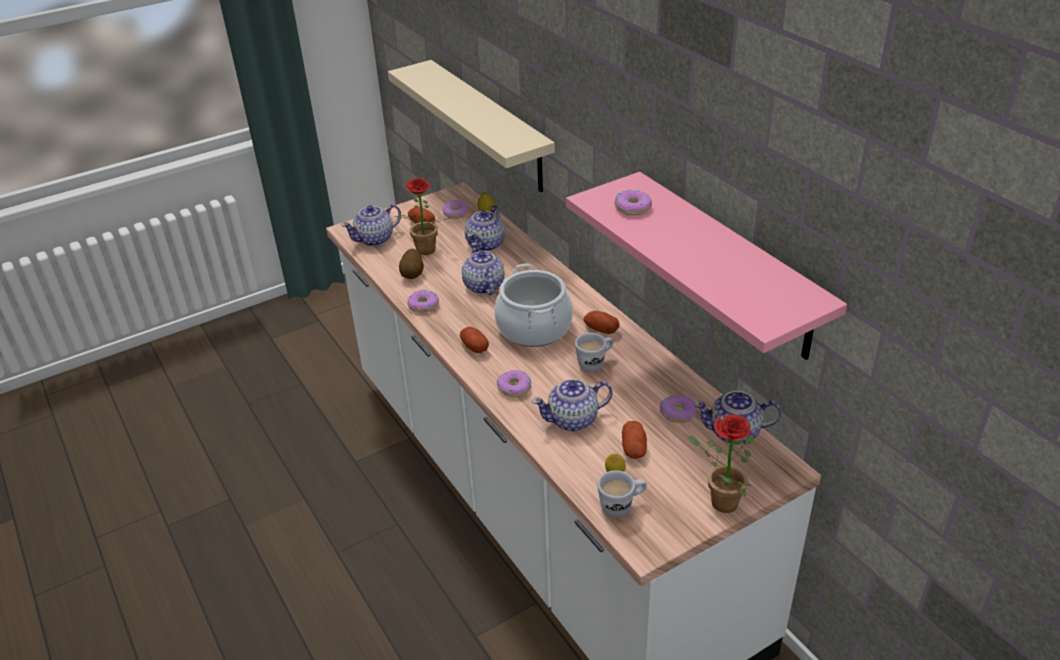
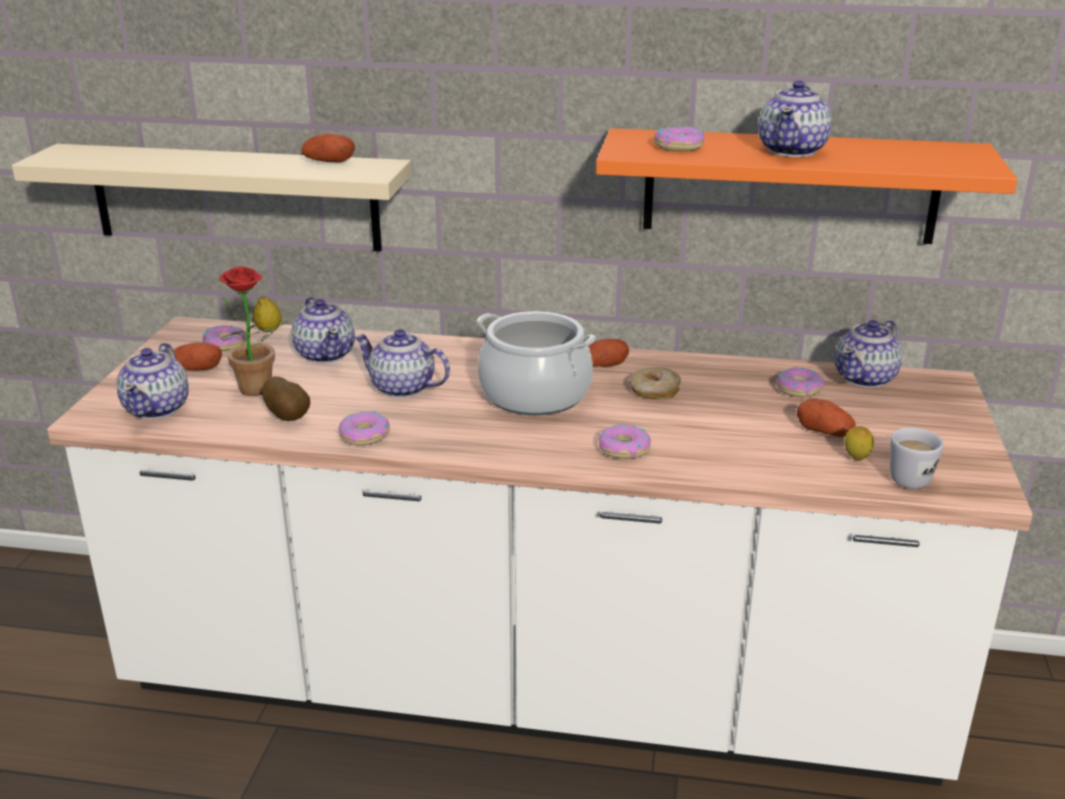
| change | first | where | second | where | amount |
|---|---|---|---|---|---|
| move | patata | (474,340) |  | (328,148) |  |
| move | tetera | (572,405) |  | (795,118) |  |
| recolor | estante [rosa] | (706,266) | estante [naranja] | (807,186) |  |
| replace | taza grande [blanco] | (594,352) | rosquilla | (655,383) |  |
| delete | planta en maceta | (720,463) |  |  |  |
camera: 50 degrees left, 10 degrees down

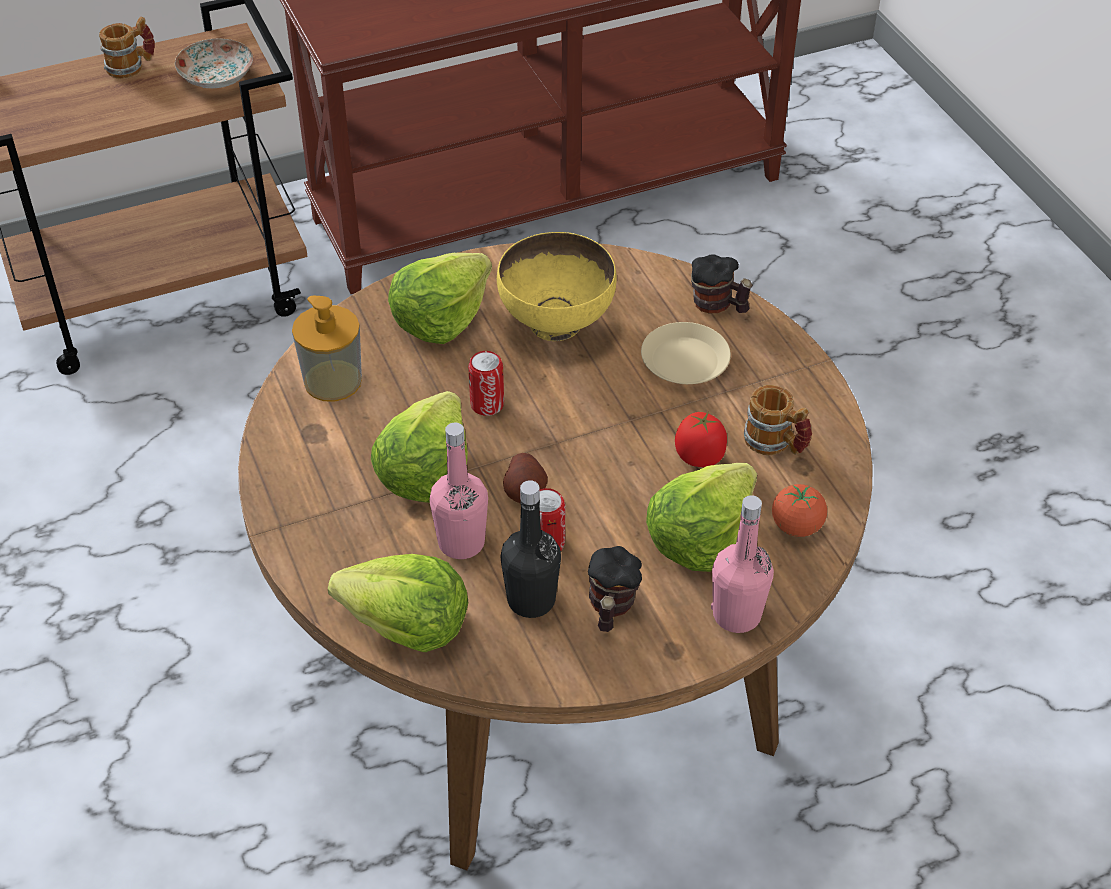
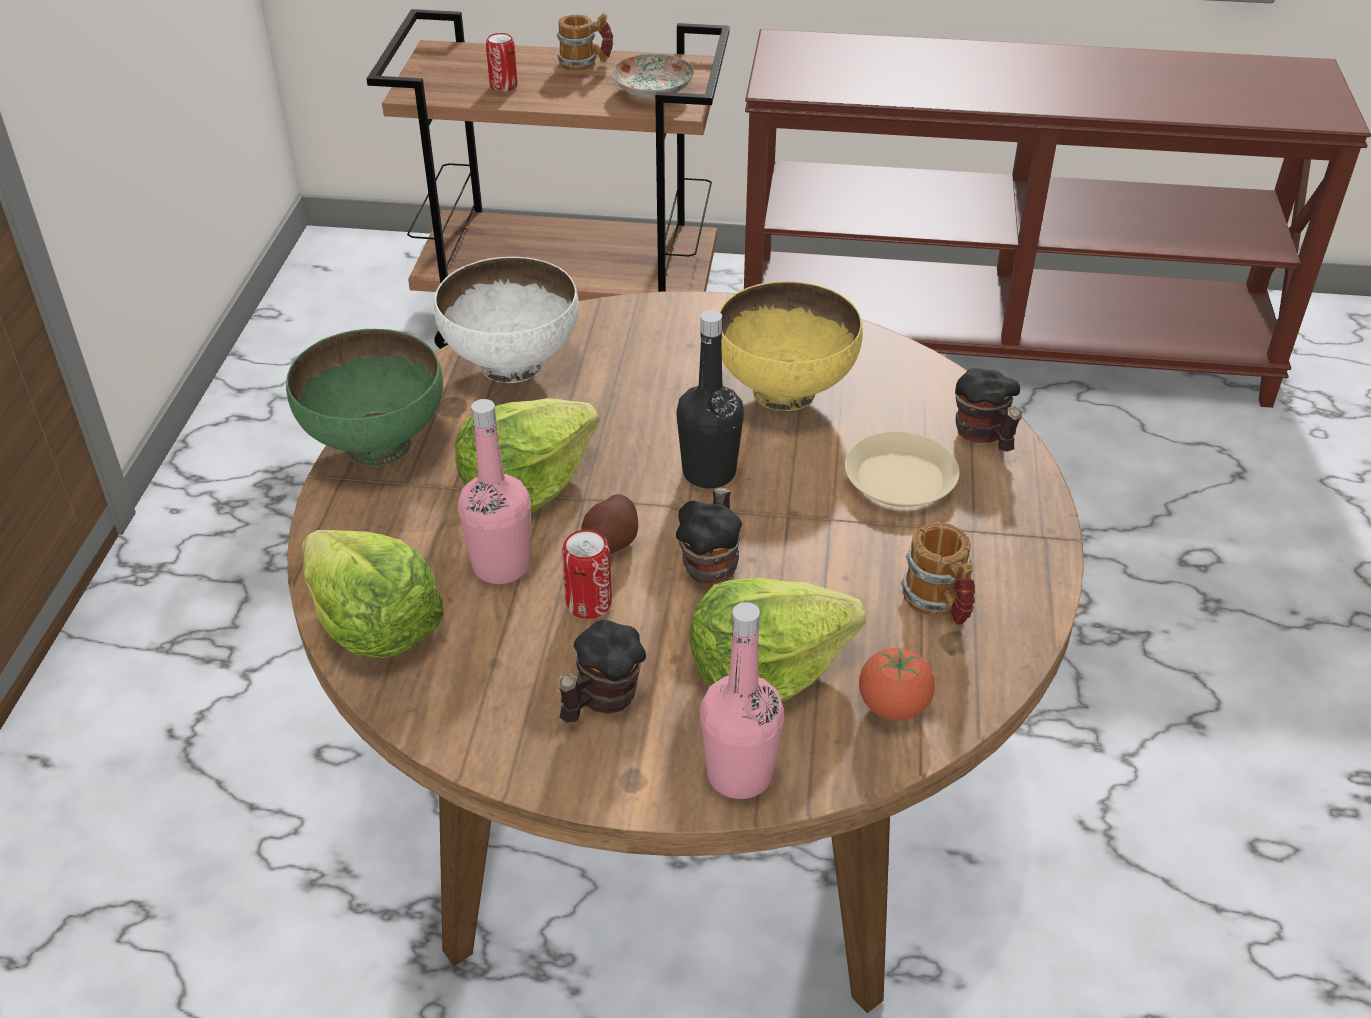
| change | first | where | second | where | amount |
|---|---|---|---|---|---|
| replace | dispensador de jabón | (327,349) | cuenco [blanco] | (506,320) |  |
| delete | lechuga | (440,298) |  |  |  |
| move | lata | (486,383) |  | (502,62) |  |
| move | botella [negro] | (531,549) |  | (710,399) |  |
| delete | tomate | (701,439) |  |  |  |
| insert |  |  | cuenco [verde] | (364,397) |  |
| insert |  |  | taza grande | (709,536) |  |
camera: 30 degrees right, 5 degrees down

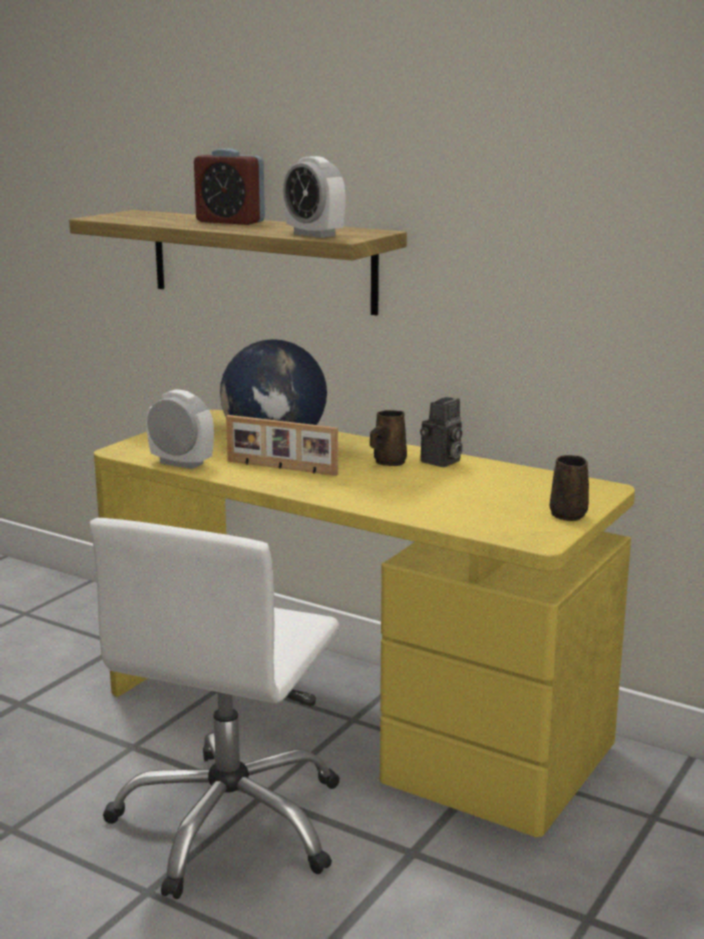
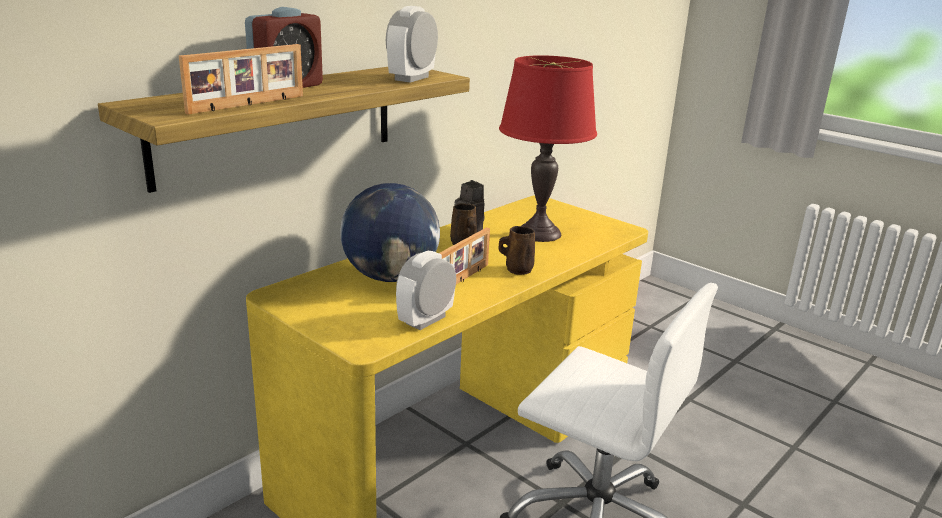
| change | first | where | second | where | amount |
|---|---|---|---|---|---|
| rotate | despertador | (314,197) |  | (412,44) | 150 degrees clockwise |
| move | taza grande [marrón] | (569,488) |  | (517,250) |  |
| insert |  |  | portarretratos | (241,79) |  |
| insert |  |  | lámpara de mesa [rojo] | (548,148) |  |
camera: 80 degrees left, 5 degrees up

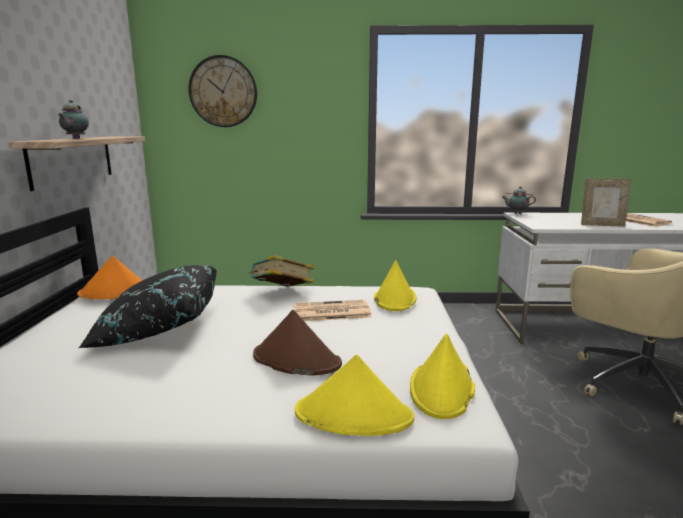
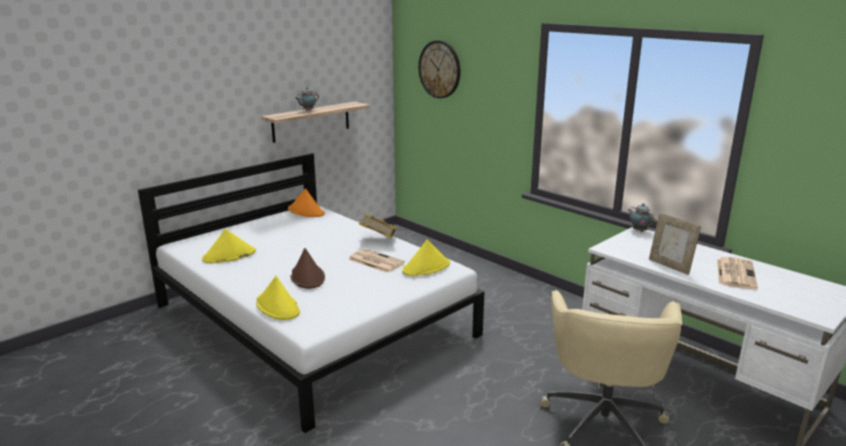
| change | first | where | second | where | amount |
|---|---|---|---|---|---|
| delete | cojín [negro] | (148,306) |  |  |  |
| move | sombrero [amarillo] | (442,376) |  | (229,246) |  |
camera: 45 degrees right, 5 degrees up

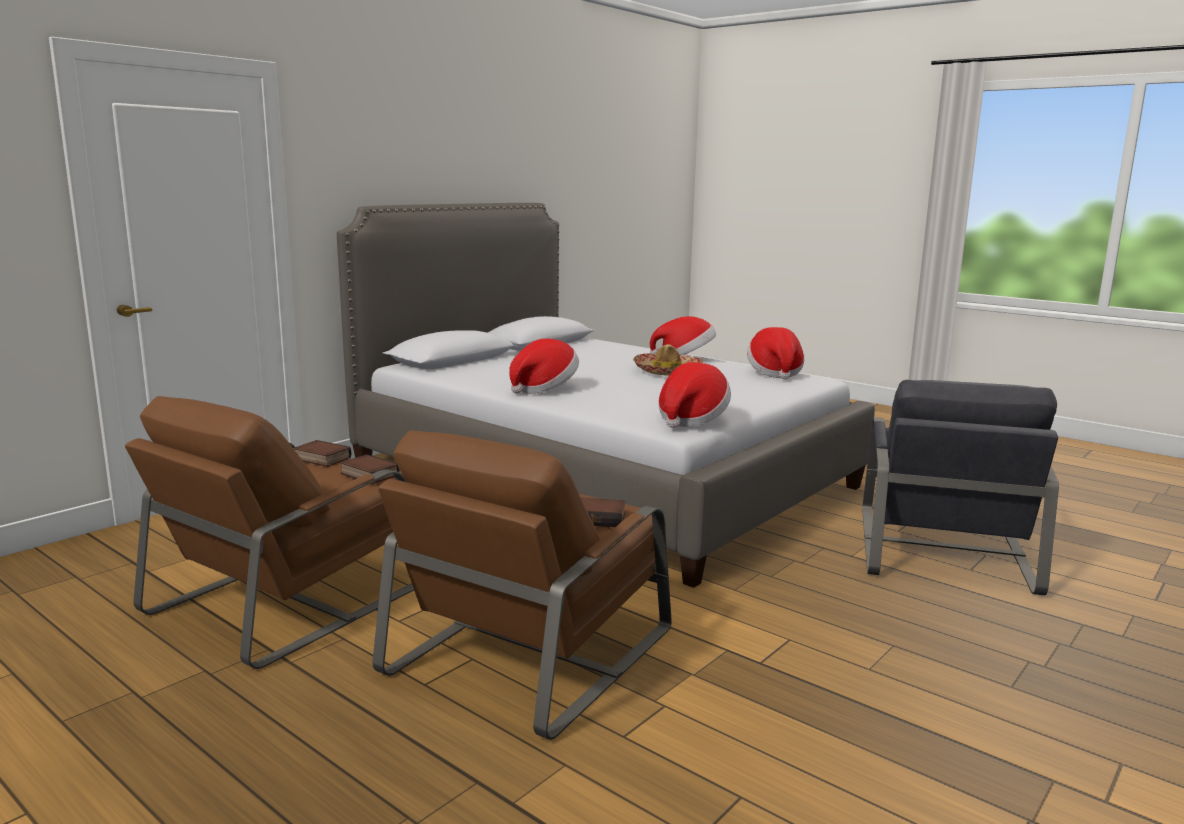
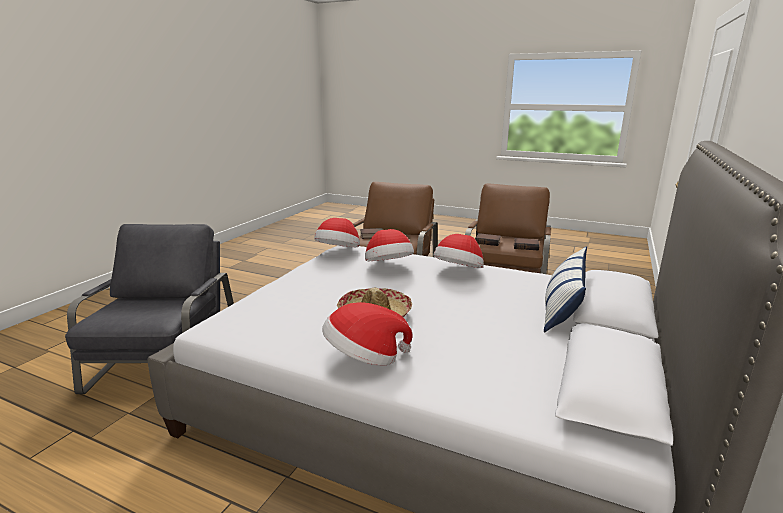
| change | first | where | second | where | amount |
|---|---|---|---|---|---|
| move | sombrero | (775,353) |  | (389,245) |  |
| insert |  |  | cojín | (565,289) |  |
camera: 165 degrees right, 5 degrees up

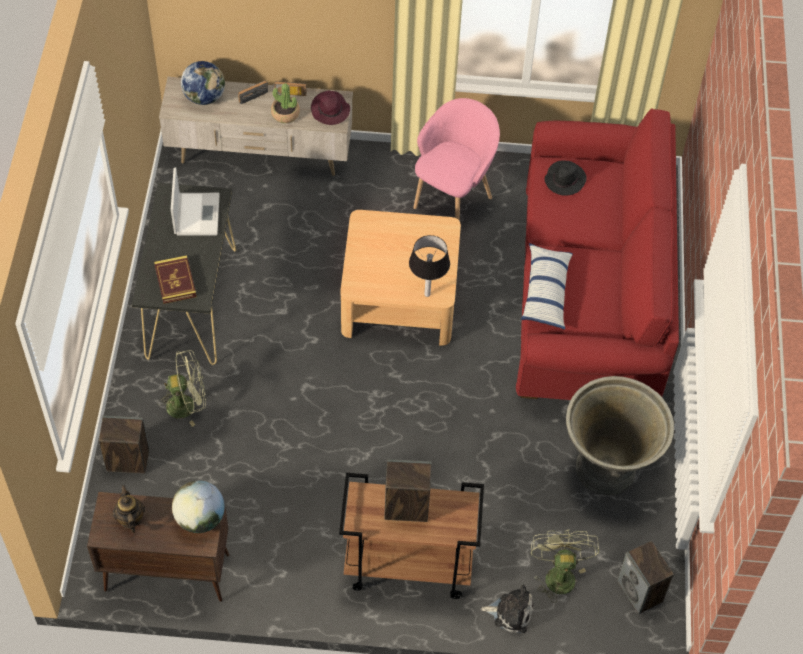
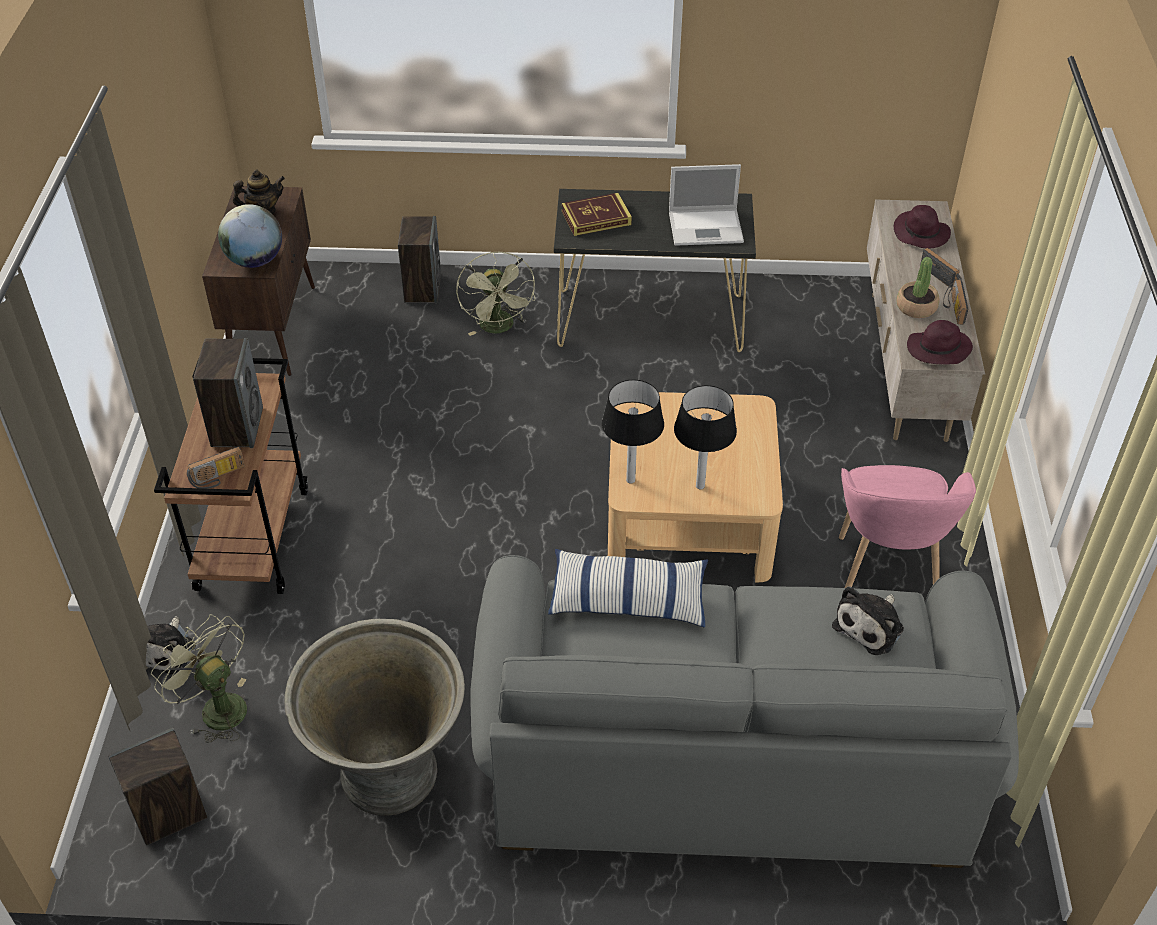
| change | first | where | second | where | amount |
|---|---|---|---|---|---|
| replace | globo terráqueo | (203,83) | sombrero [morado] | (922,226) |  |
| rotate | sillón [rosa] | (456,159) |  | (907,526) | 60 degrees clockwise |
| recolor | sofá [rojo] | (597,254) | sofá [gris] | (744,711) |  |
| rotate | ventilador [verde] | (565,566) |  | (199,678) | 135 degrees counterclockwise |
| replace | sombrero [negro] | (566,178) | peluche | (868,620) |  |
| insert |  |  | radio | (216,468) |  |
| insert |  |  | lámpara de mesa | (705,437) |  |
camera: 90 degrees right, 10 degrees down

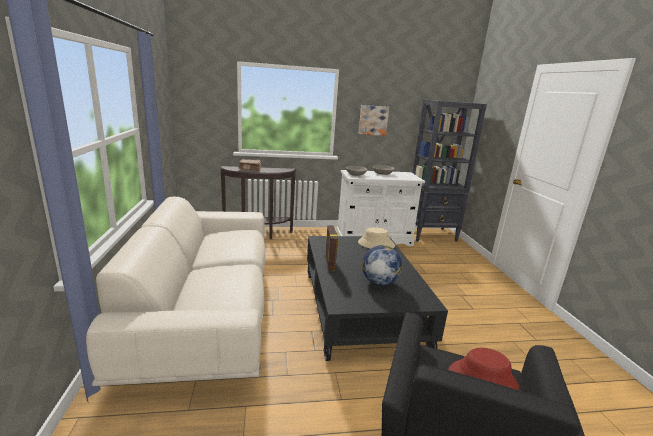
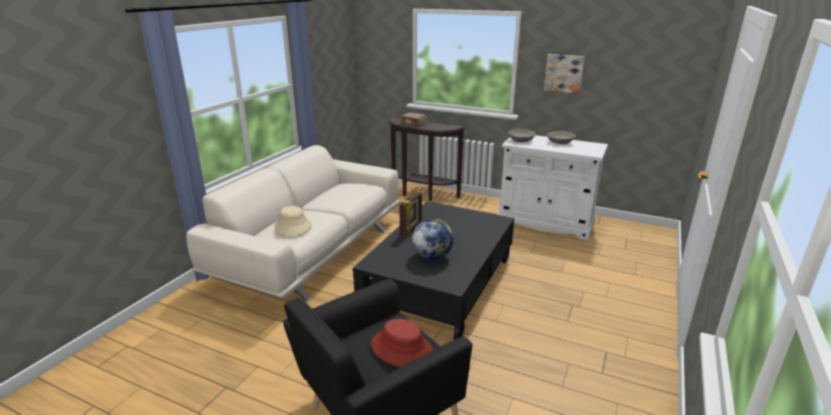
| change | first | where | second | where | amount |
|---|---|---|---|---|---|
| move | sombrero [beis] | (376,238) |  | (293,220) |  |
| delete | estantería [negro] | (449,170) |  |  |  |
camera: 35 degrees right, 5 degrees up

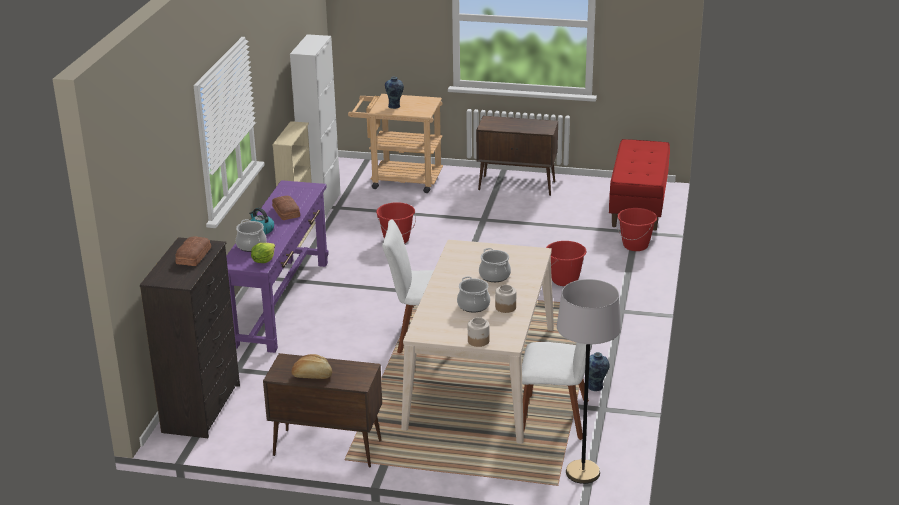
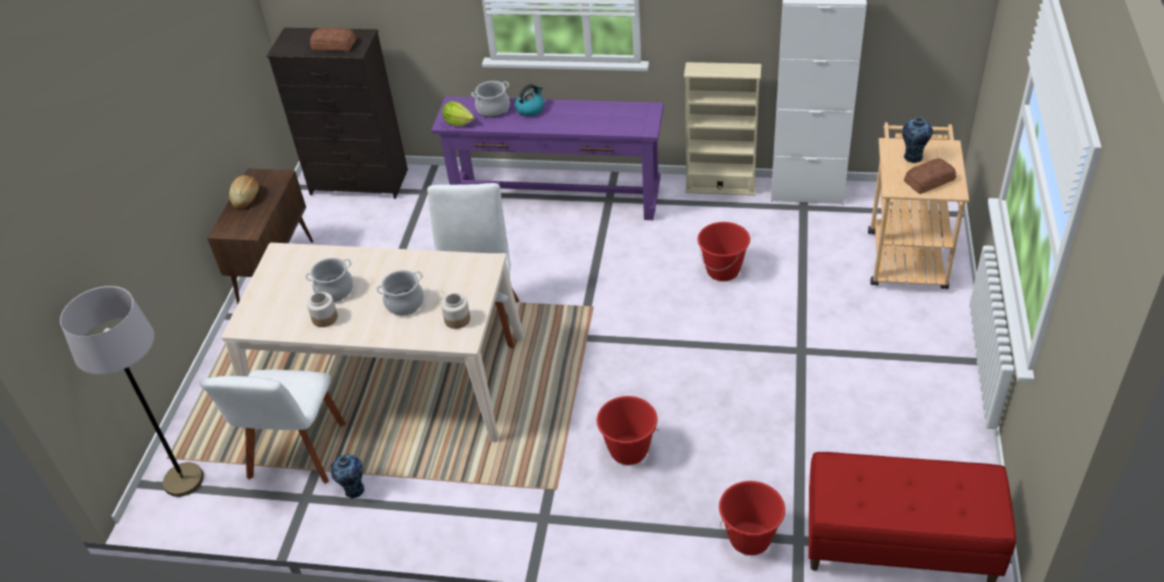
| change | first | where | second | where | amount |
|---|---|---|---|---|---|
| move | pan | (286,208) |  | (930,176) |  |
| move | tarro | (478,332) |  | (455,311) |  |
| delete | armario [marrón] | (517,156) |  |  |  |
camera: 90 degrees right, 15 degrees up

